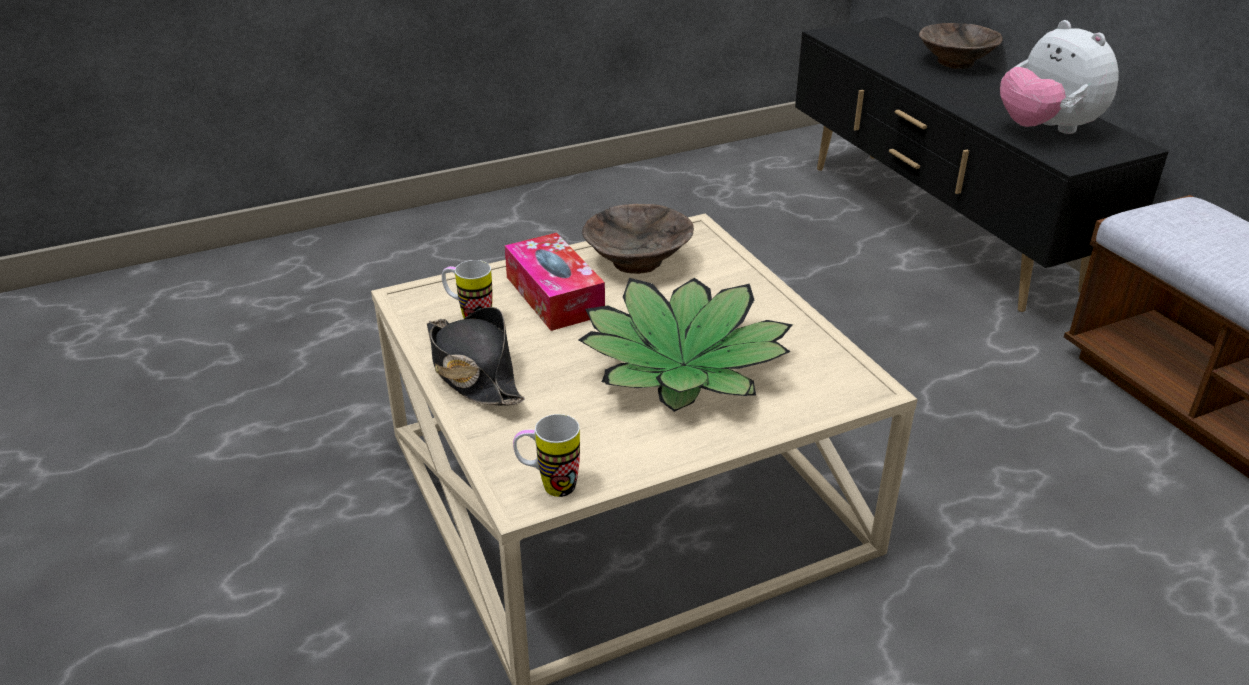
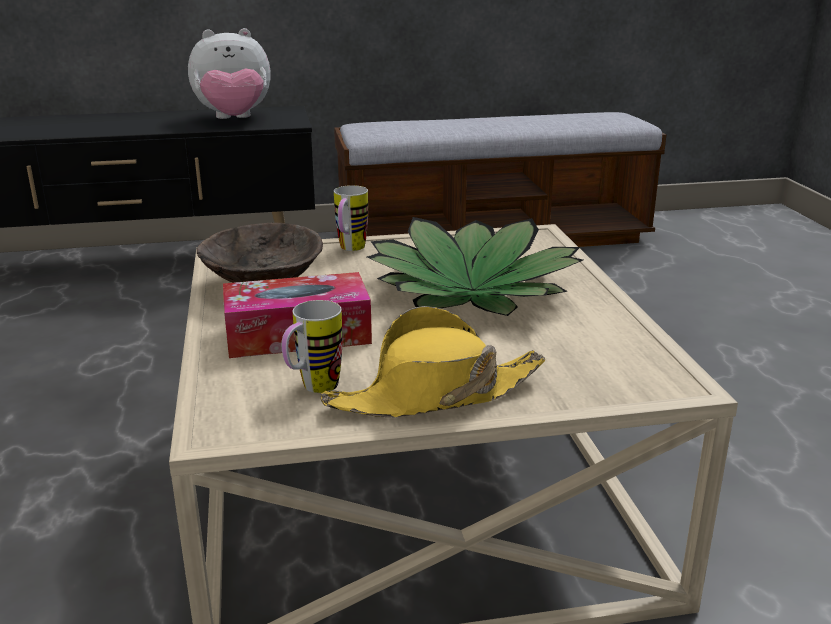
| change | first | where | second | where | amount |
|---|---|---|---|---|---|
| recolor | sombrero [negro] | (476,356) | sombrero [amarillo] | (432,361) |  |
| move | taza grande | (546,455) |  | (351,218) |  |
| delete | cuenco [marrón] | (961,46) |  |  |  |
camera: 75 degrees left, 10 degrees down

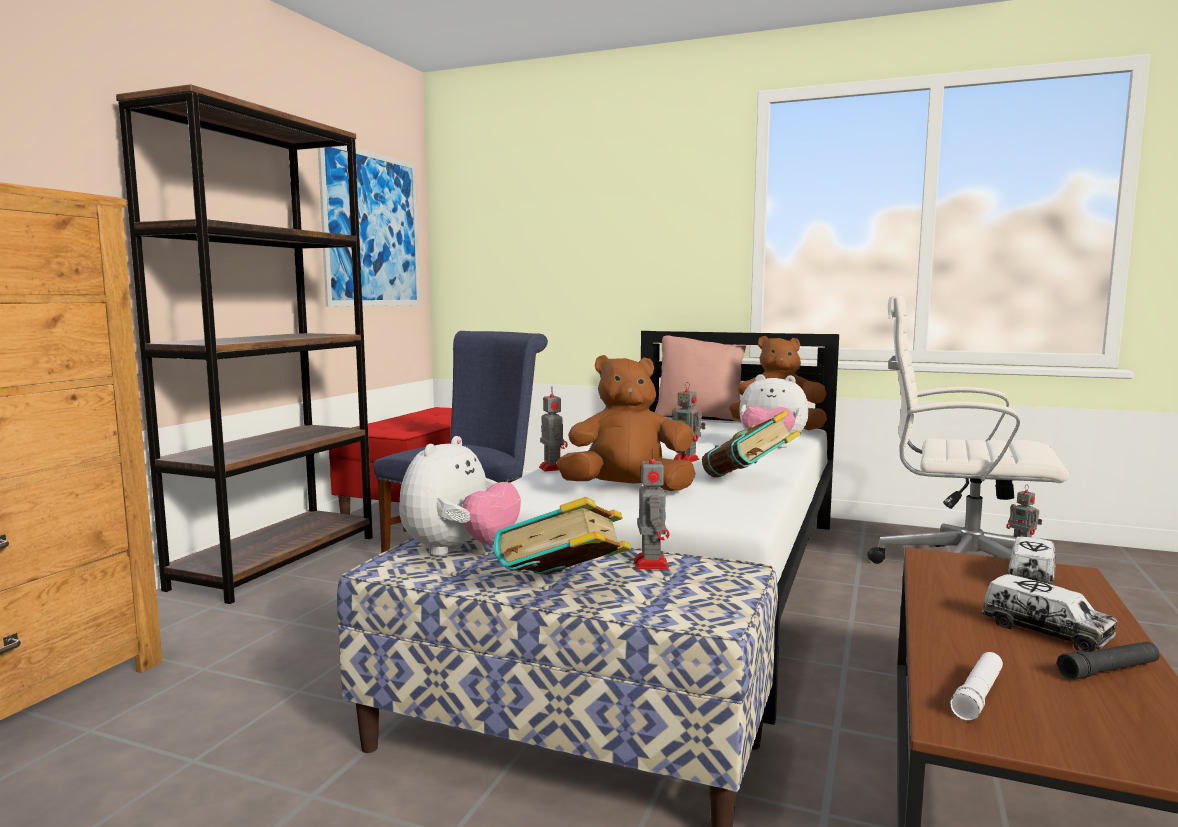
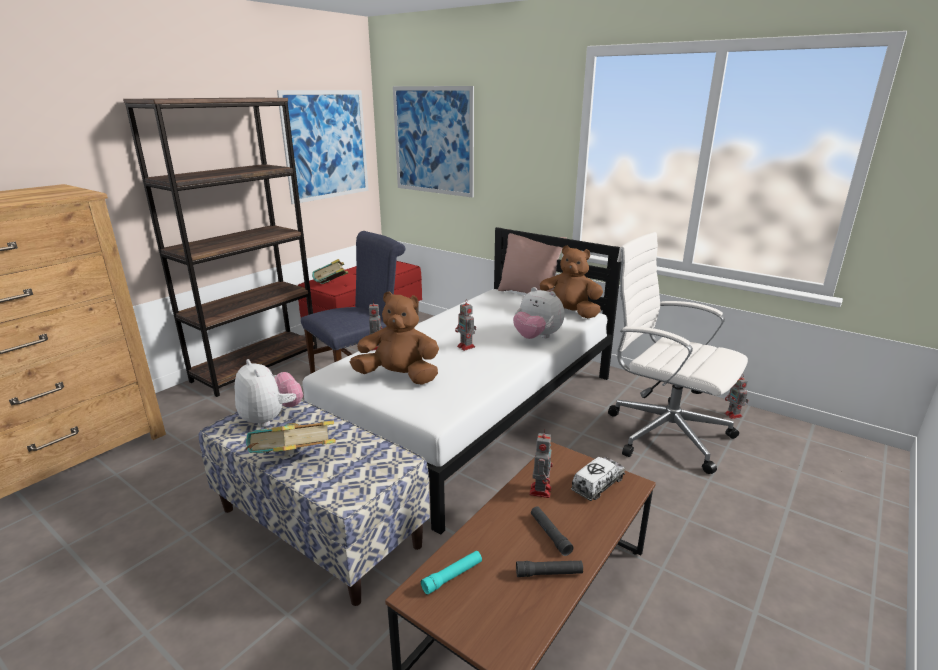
| change | first | where | second | where | amount |
|---|---|---|---|---|---|
| rotate | peluche | (460,496) |  | (269,393) | 75 degrees counterclockwise |
| move | robot de juguete | (652,508) |  | (541,463) |  |
| move | libro | (751,444) |  | (330,271) |  |
| recolor | linterna [blanco] | (976,686) | linterna [turquesa] | (451,573) |  |
| replace | camión de juguete | (1049,613) | linterna [negro] | (552,531) |  |
| insert |  |  | cuadro | (433,142) |  |
camera: 15 degrees right, 15 degrees up

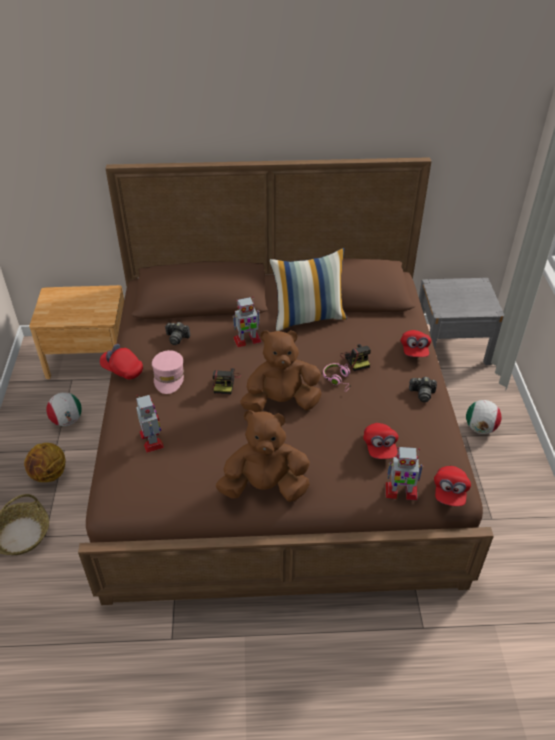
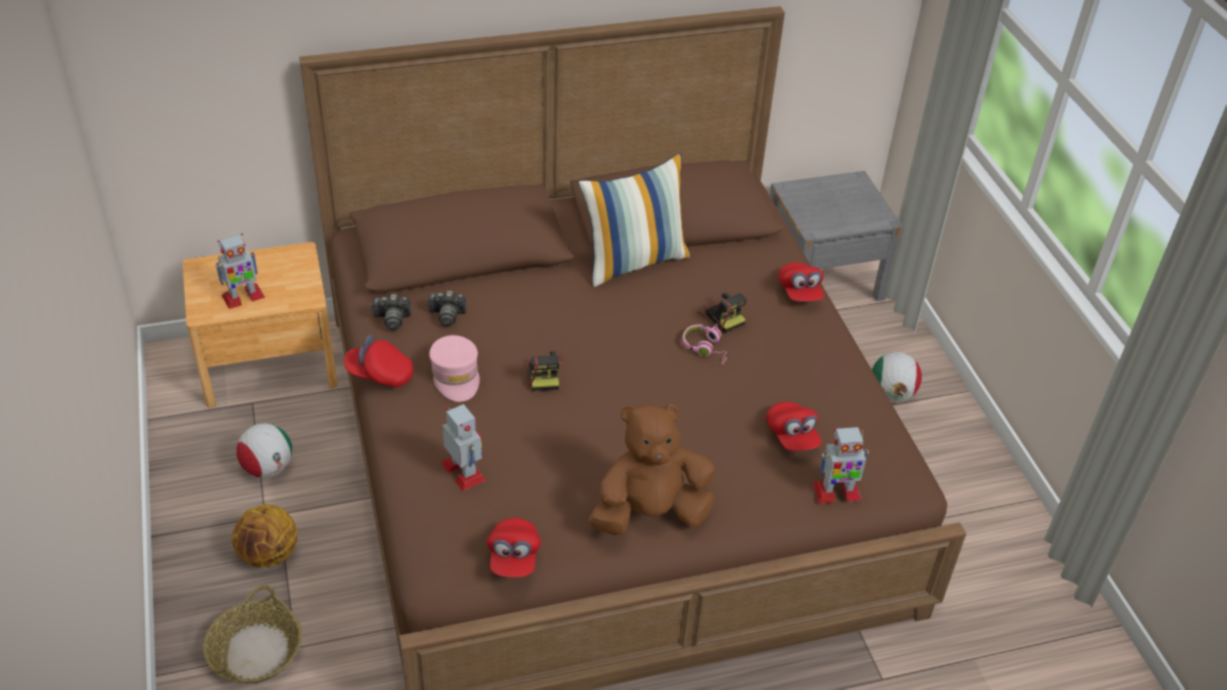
| change | first | where | second | where | amount |
|---|---|---|---|---|---|
| move | robot de juguete | (247,322) |  | (240,271) |  |
| delete | peluche [marrón] | (281,371) |  |  |  |
| move | cámara | (423,389) |  | (391,312) |  |
| move | gorra [rojo] | (452,486) |  | (514,547) |  |
camera: 15 degrees left, 0 degrees up

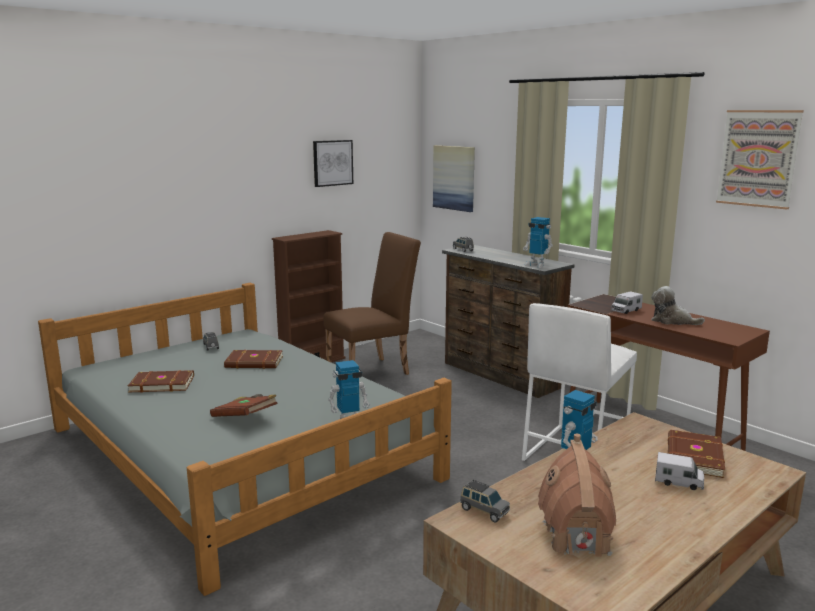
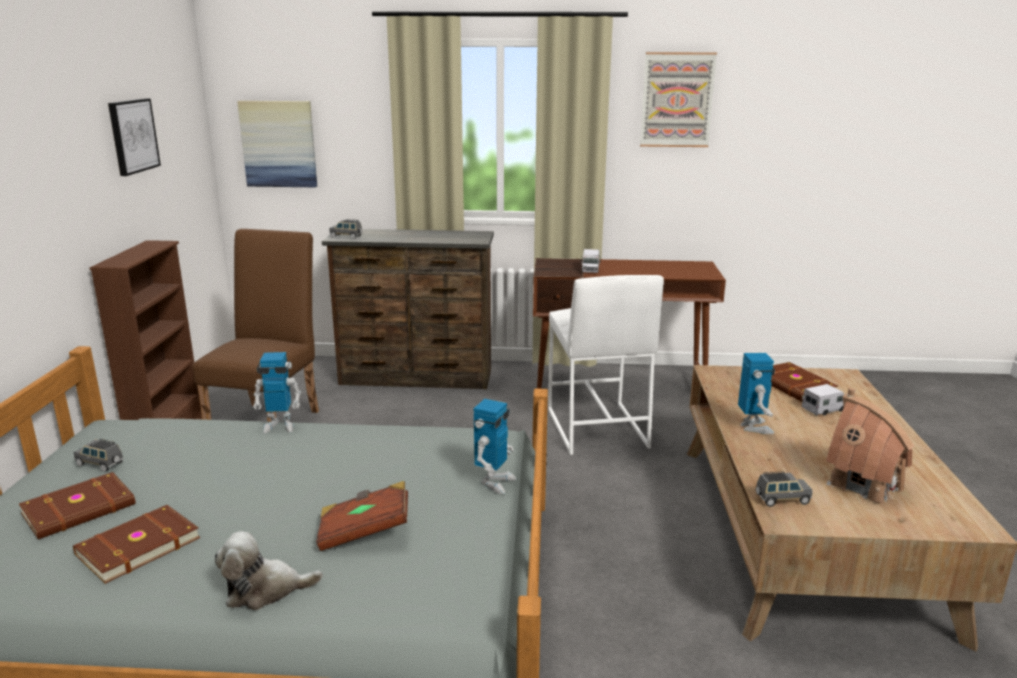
| change | first | where | second | where | amount |
|---|---|---|---|---|---|
| move | libro [marrón] | (253,359) |  | (77,505) |  |
| move | robot de juguete | (538,242) |  | (277,393) |  |
| move | peluche | (678,305) |  | (269,570) |  |
camera: 45 degrees left, 5 degrees up

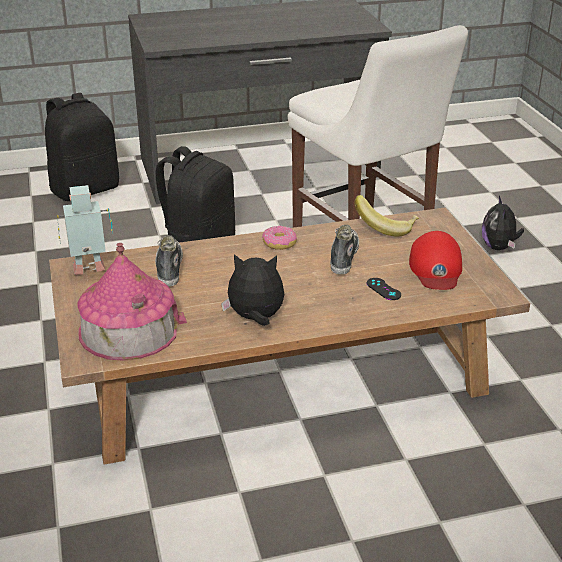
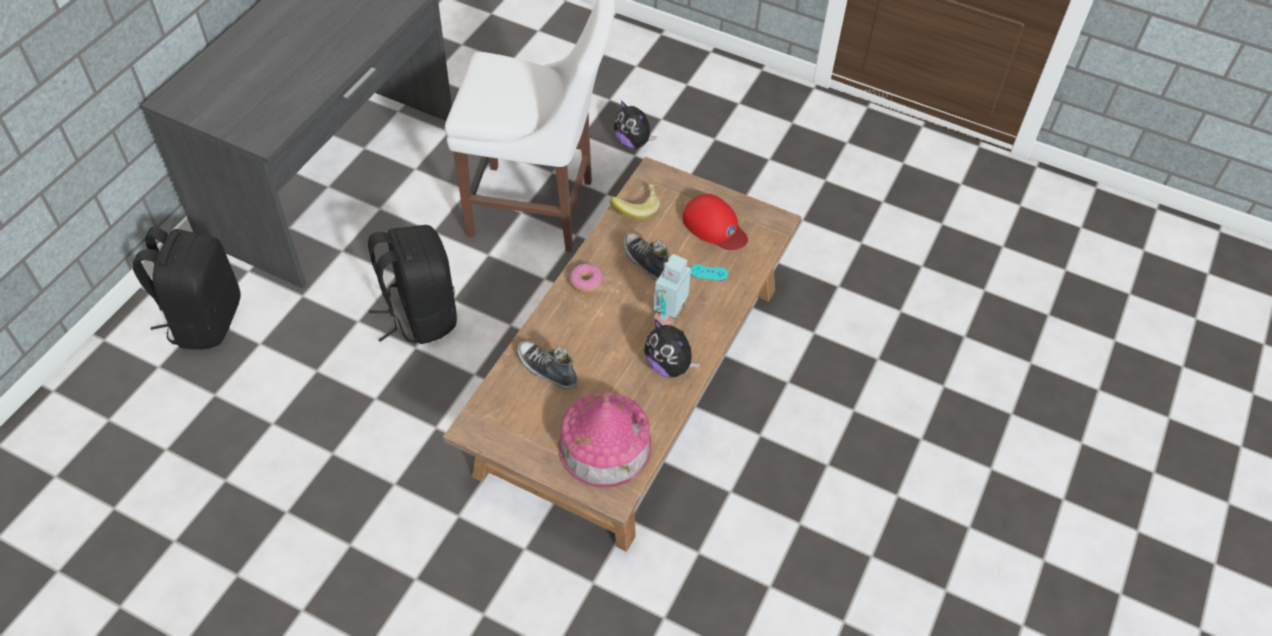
| change | first | where | second | where | amount |
|---|---|---|---|---|---|
| move | robot de juguete | (85,230) |  | (672,290) |  |
| rotate | peluche | (253,290) |  | (672,348) | 90 degrees counterclockwise |
| recolor | mando de consola [negro] | (384,289) | mando de consola [turquesa] | (709,272) |  |
camera: 50 degrees left, 20 degrees up

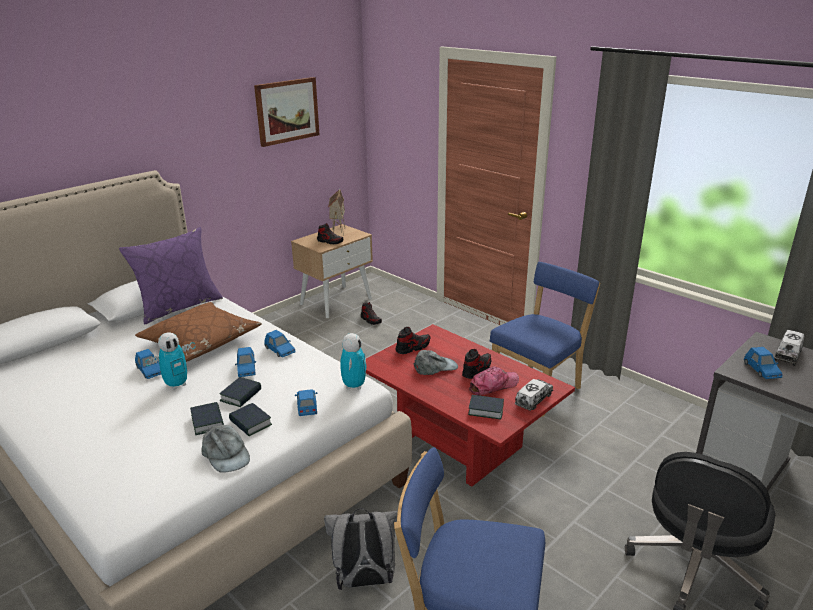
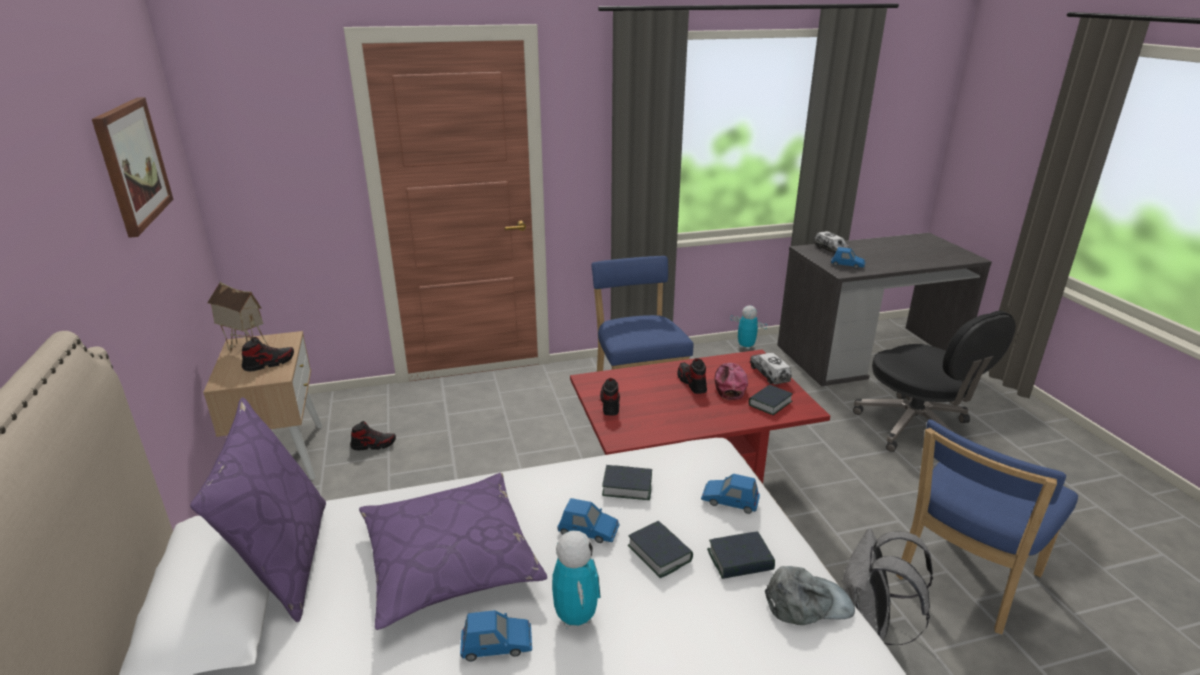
| change | first | where | second | where | amount |
|---|---|---|---|---|---|
| recolor | cojín [marrón] | (198,332) | cojín [morado] | (453,551) |  |
| move | libro | (207,418) |  | (627,482) |  |
| delete | coche de juguete [azul] | (280,343) |  |  |  |
| move | robot de juguete | (353,361) |  | (748,327) |  |
| delete | gorra [gris] | (436,362) |  |  |  |
camera: 60 degrees left, 0 degrees up

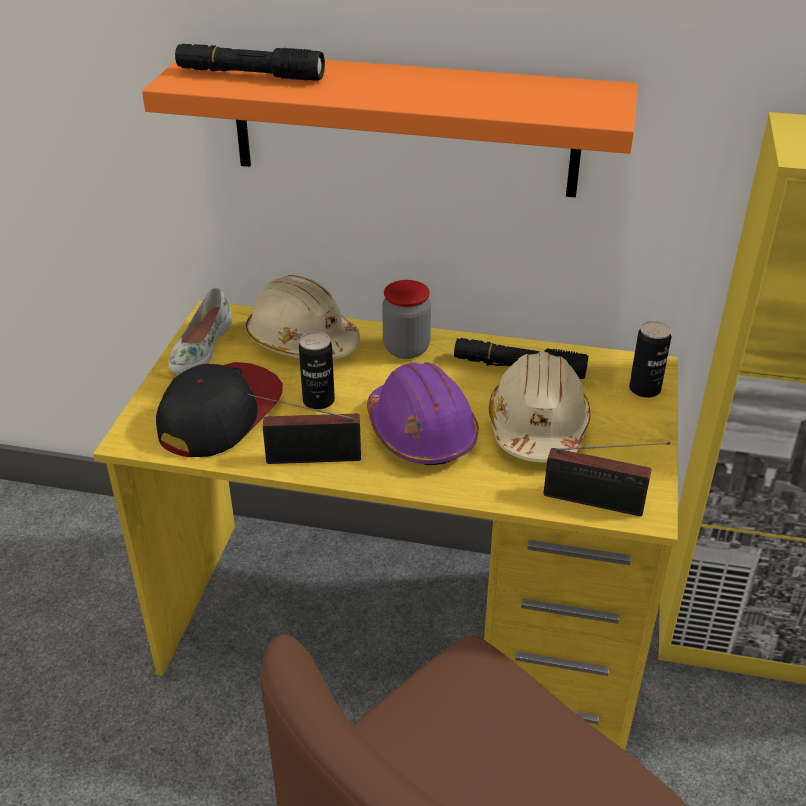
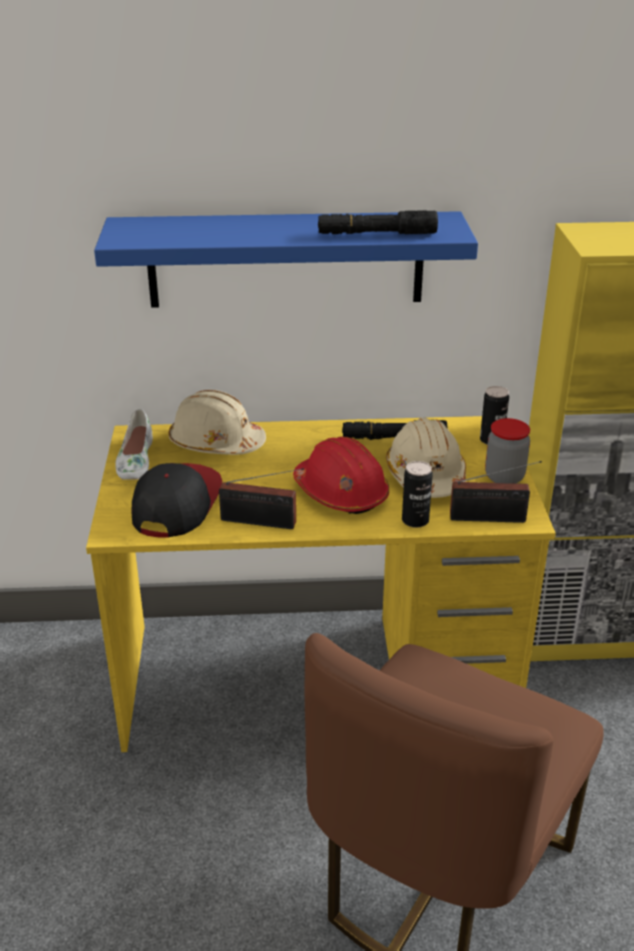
| change | first | where | second | where | amount |
|---|---|---|---|---|---|
| recolor | estante [naranja] | (390,129) | estante [azul] | (286,259) |  |
| move | linterna [negro] | (250,62) |  | (378,222) |  |
| rotate | radio | (304,429) |  | (261,498) | 150 degrees counterclockwise |
| move | lata | (317,371) |  | (417,494) |  |
| recolor | casco [morado] | (423,413) | casco [rojo] | (341,475) |  |
| move | tarro | (406,319) |  | (507,450) |  |
camera: 15 degrees left, 5 degrees down

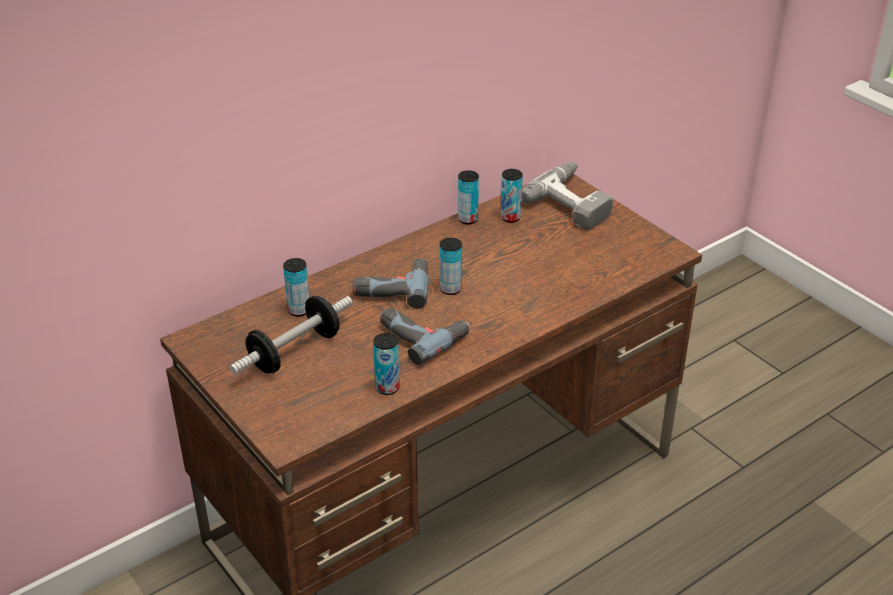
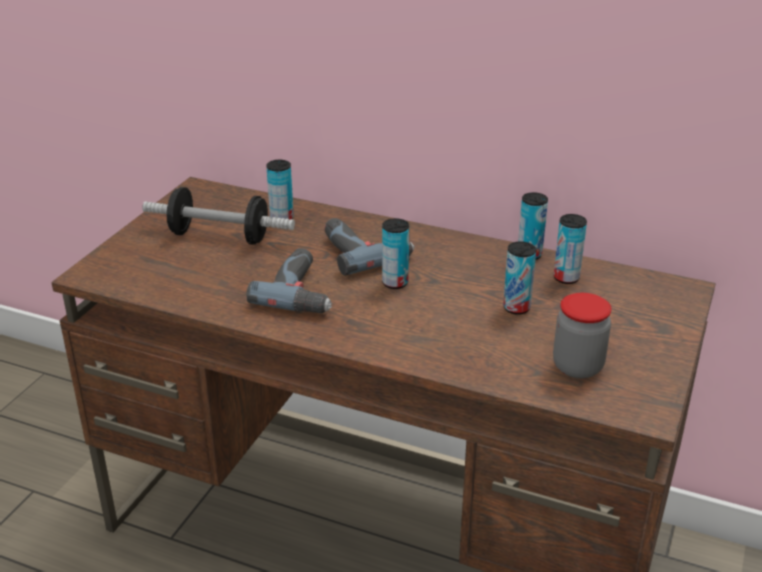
| change | first | where | second | where | amount |
|---|---|---|---|---|---|
| move | lata | (386,364) |  | (519,278) |  |
| delete | taladro | (568,196) |  |  |  |
| insert |  |  | tarro | (582,336) |  |
camera: 60 degrees right, 5 degrees down

